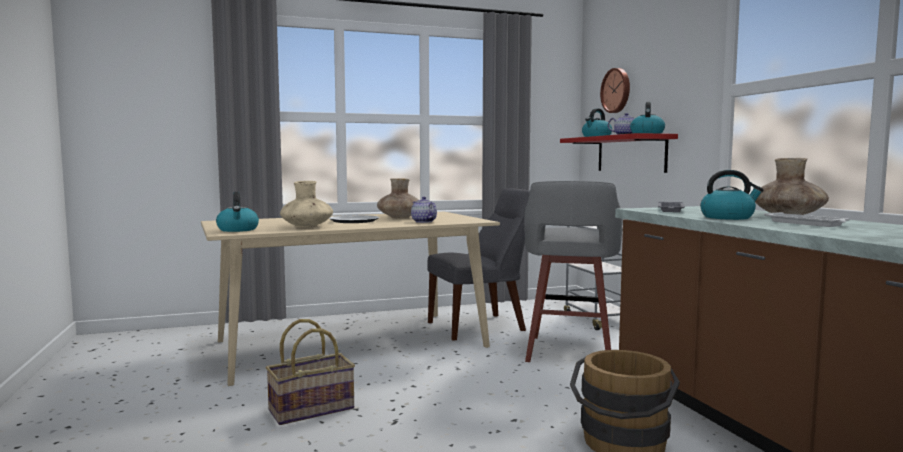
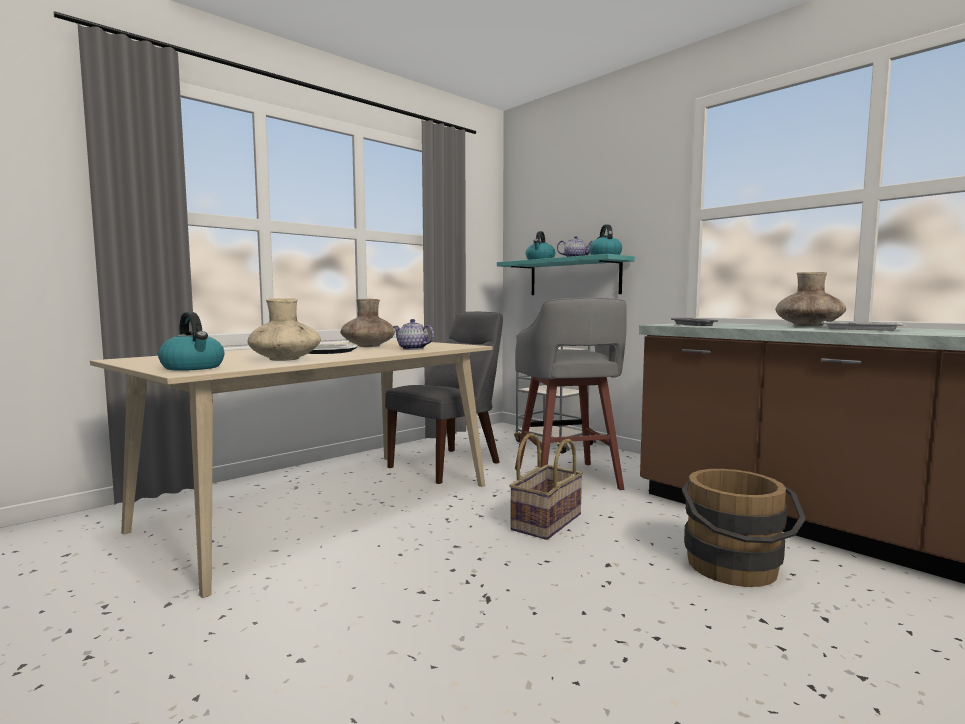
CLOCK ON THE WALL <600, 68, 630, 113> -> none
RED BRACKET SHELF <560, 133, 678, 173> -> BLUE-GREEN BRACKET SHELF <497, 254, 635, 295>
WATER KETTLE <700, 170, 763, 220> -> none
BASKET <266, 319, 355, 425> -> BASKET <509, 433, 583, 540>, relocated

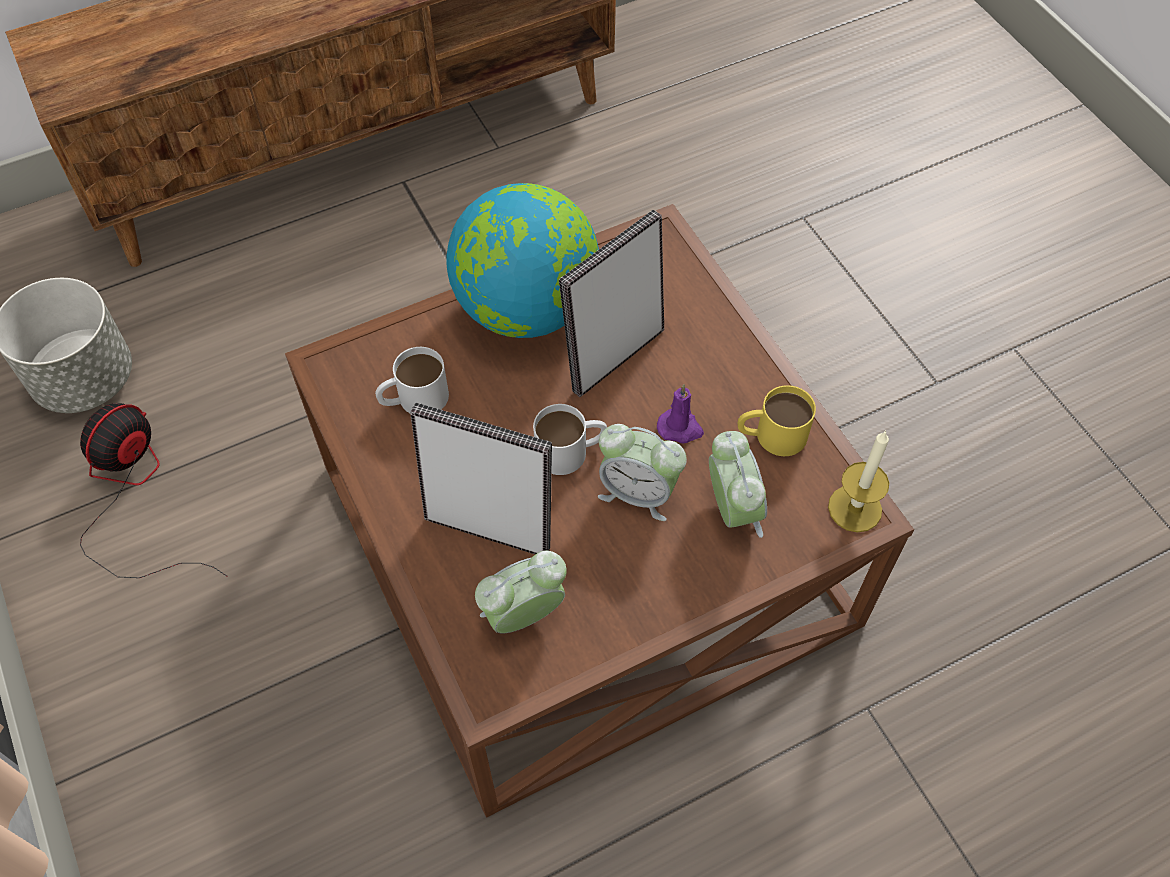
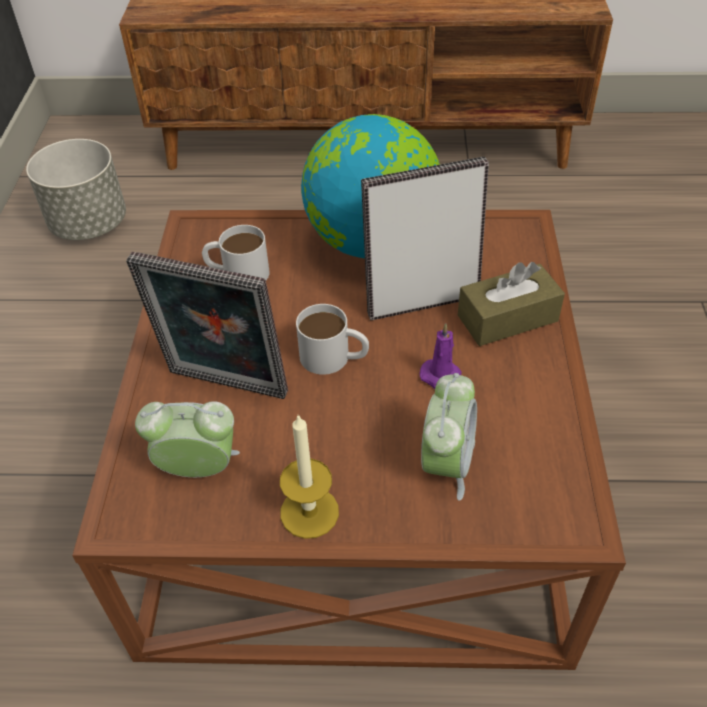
YELLOWISH COFFEE MUG <738, 385, 816, 456> -> none
FAN <80, 403, 227, 578> -> none
PICTURE FRAME <410, 403, 552, 554> -> PICTURE FRAME <126, 252, 288, 399>, 150 degrees clockwise
BEDSIDE CLOCK <598, 424, 687, 521> -> none
WAX LIGHT <828, 430, 889, 533> -> WAX LIGHT <280, 415, 339, 539>, relocated
none -> BROWN TISSUE BOX <458, 262, 565, 346>

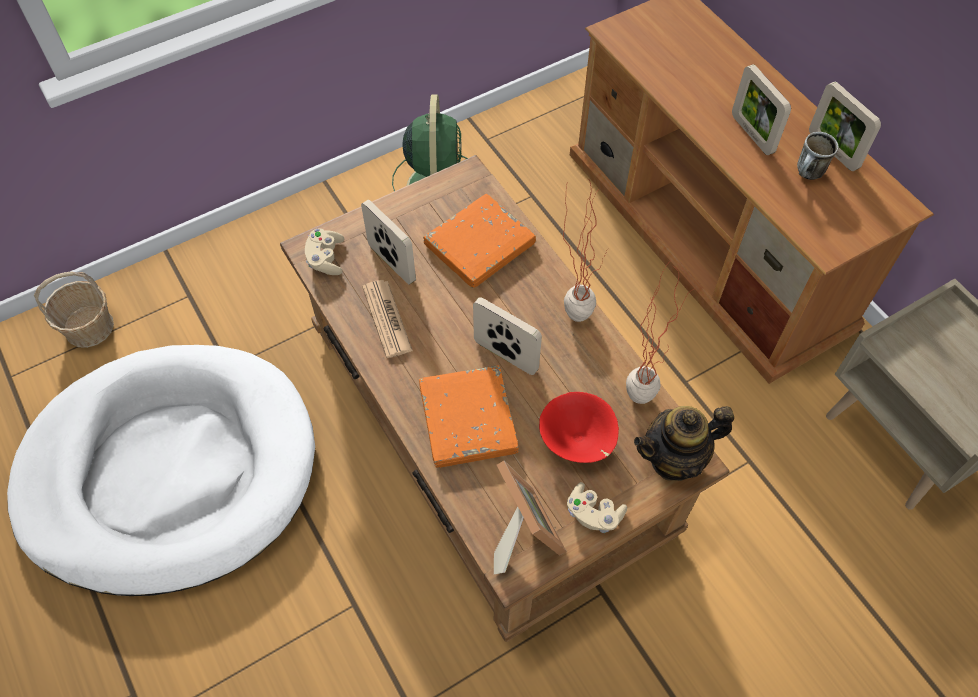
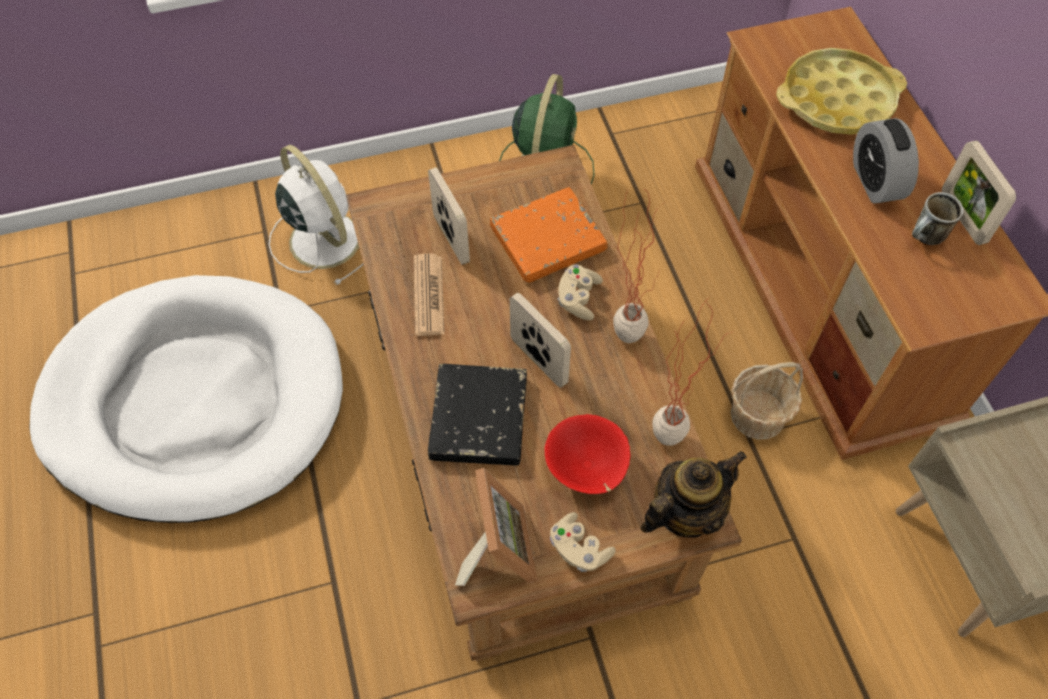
PICTURE FRAME <732, 64, 791, 155> -> BEDSIDE CLOCK <853, 118, 919, 204>
BEIGE-COLOURED GAME CONTROLLER <305, 228, 344, 275> -> BEIGE-COLOURED GAME CONTROLLER <557, 264, 603, 320>, relocated
BASKET <34, 271, 114, 348> -> BASKET <731, 362, 803, 440>, relocated
ORANGEY BOUND BOOK <419, 365, 519, 468> -> BLACK-COLOURED BOUND BOOK <428, 364, 527, 465>
TEAPOT <634, 406, 734, 481> -> TEAPOT <640, 451, 747, 537>, 150 degrees clockwise
none -> YELLOWISH TRAY <776, 48, 907, 135>
none -> WHITISH FAN <269, 145, 364, 285>

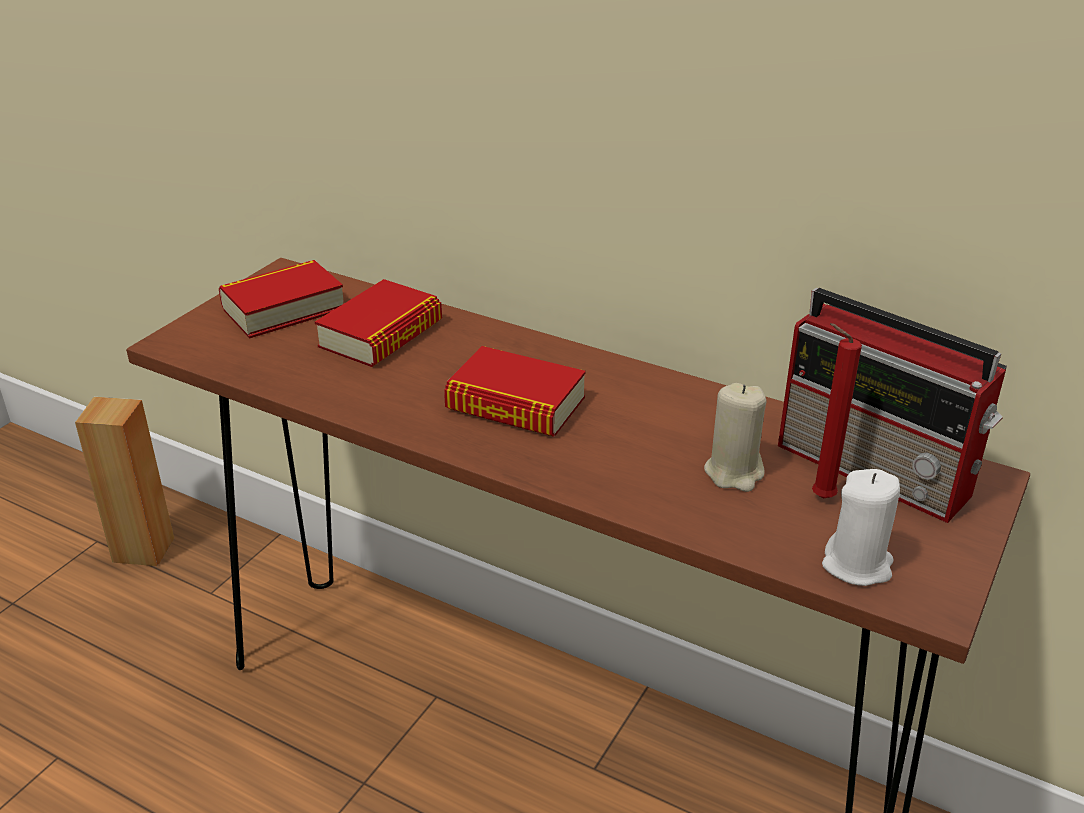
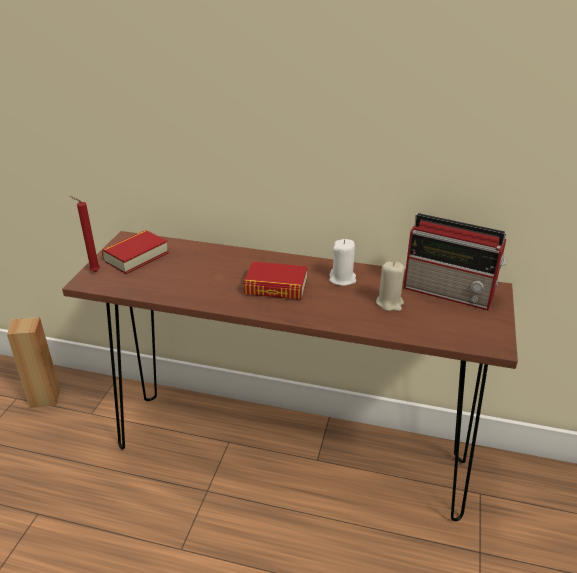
BOUND BOOK <315, 279, 442, 367> -> none
RED WAX LIGHT <812, 323, 862, 498> -> RED WAX LIGHT <70, 196, 100, 272>, relocated
WHITISH WAX LIGHT <822, 469, 900, 586> -> WHITISH WAX LIGHT <329, 239, 356, 286>, relocated

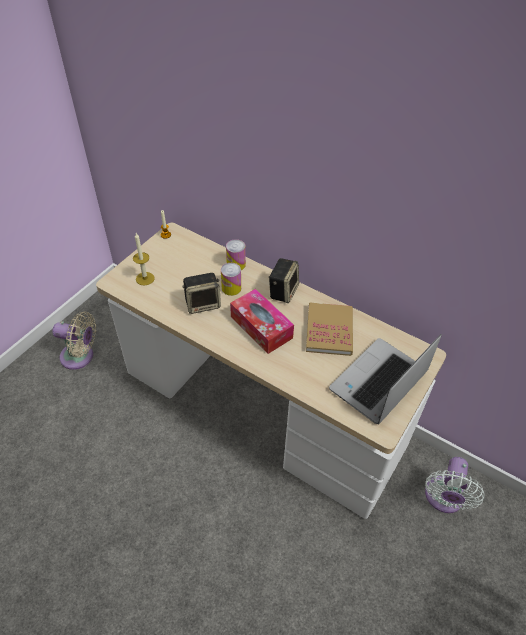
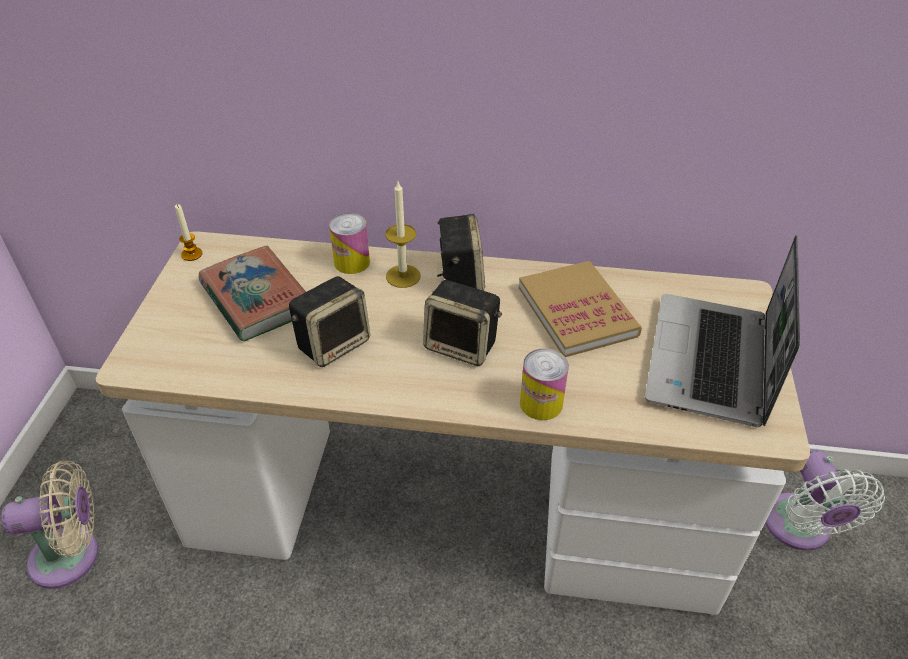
WAX LIGHT <133, 233, 155, 285> -> WAX LIGHT <385, 182, 421, 288>, relocated
SEALED CAN <221, 263, 241, 296> -> SEALED CAN <520, 348, 569, 420>, relocated
TISSUE BOX <230, 289, 294, 354> -> AUDIO SPEAKER <423, 280, 502, 366>
none -> BOUND BOOK <199, 246, 306, 342>

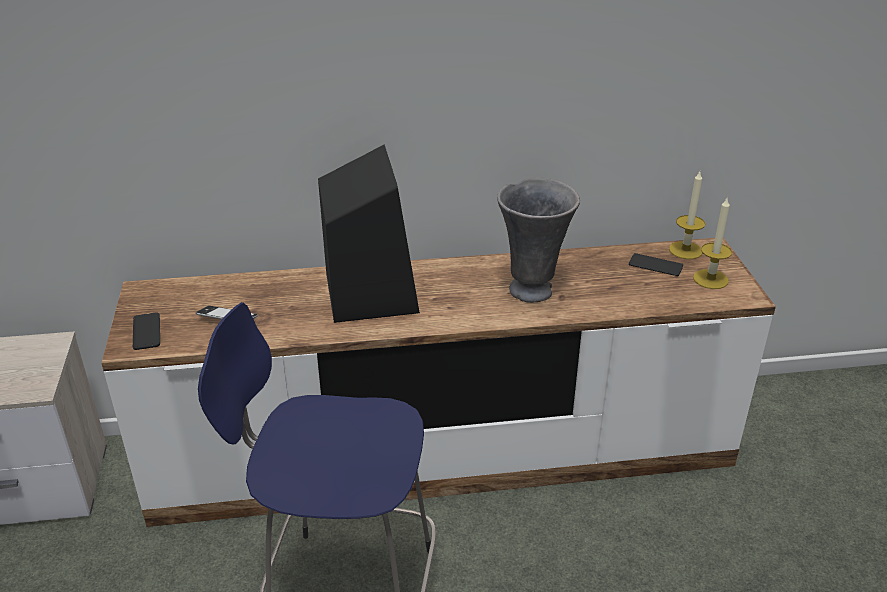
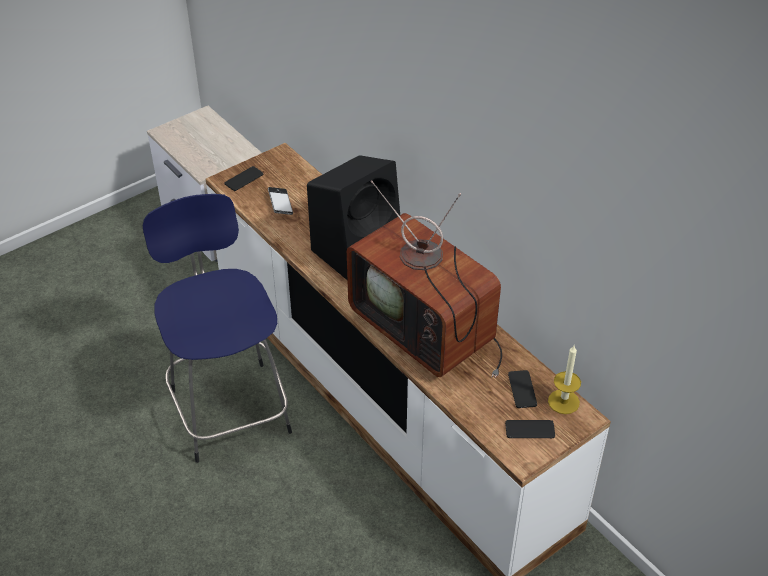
GREYISH VASE <497, 178, 580, 303> -> TV SET <347, 181, 502, 378>
WAX LIGHT <693, 197, 732, 289> -> HANDSET <505, 420, 555, 438>

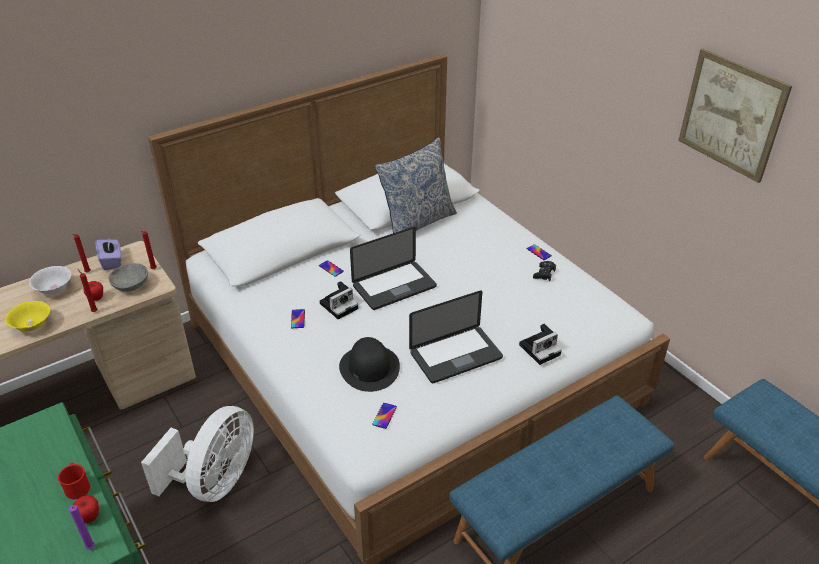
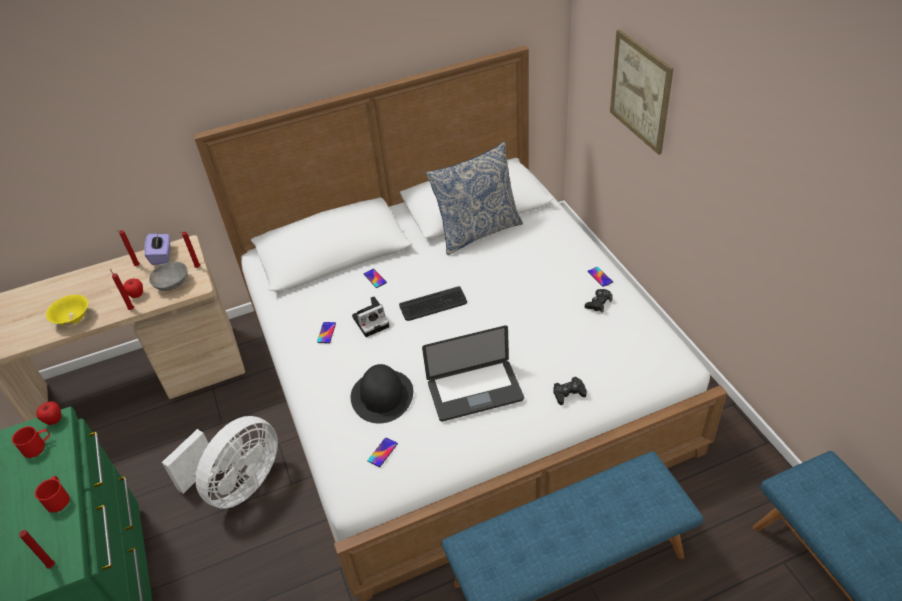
PICTURE <678, 49, 792, 183> -> PICTURE <610, 29, 674, 155>, relocated
NOTEBOOK COMPUTER <350, 227, 437, 310> -> COMPUTER KEYBOARD <399, 286, 467, 321>
WHITISH SERVING BOWL <29, 266, 71, 294> -> none
PHOTO CAMERA <519, 324, 562, 365> -> BLACK-COLOURED GAME CONTROLLER <553, 377, 587, 405>
APPLE <73, 495, 99, 523> -> APPLE <36, 401, 61, 425>, relocated
PURPLE-COLOURED WAX LIGHT <69, 505, 95, 550> -> RED WAX LIGHT <19, 530, 55, 568>
none -> RED COFFEE MUG <12, 426, 50, 458>

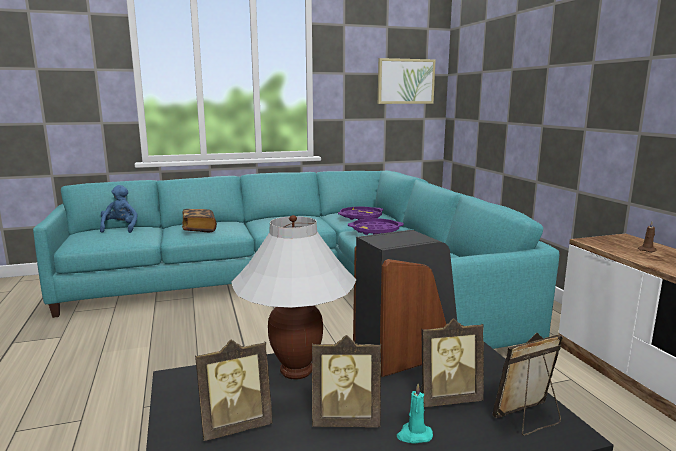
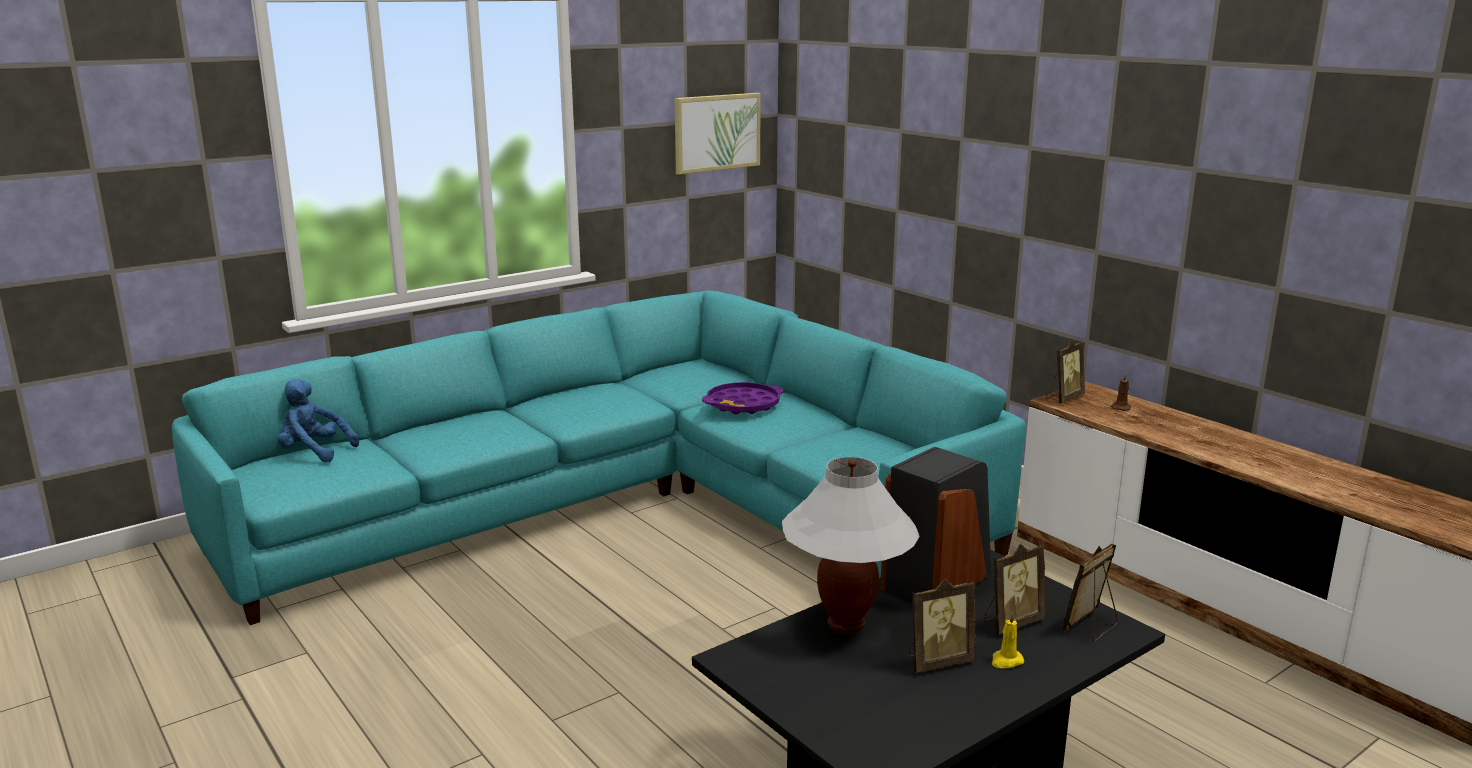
BLUISH SOFT TOY <100, 185, 138, 233> -> BLUISH SOFT TOY <278, 379, 359, 462>, 45 degrees counterclockwise
PURPLE-COLOURED TRAY <338, 207, 383, 220> -> none
BOUND BOOK <182, 209, 217, 232> -> none
PICTURE FRAME <195, 340, 273, 441> -> PICTURE FRAME <1046, 340, 1085, 404>, relocated
BLUE-GREEN WAX LIGHT <397, 383, 433, 444> -> YELLOWISH WAX LIGHT <992, 612, 1024, 668>

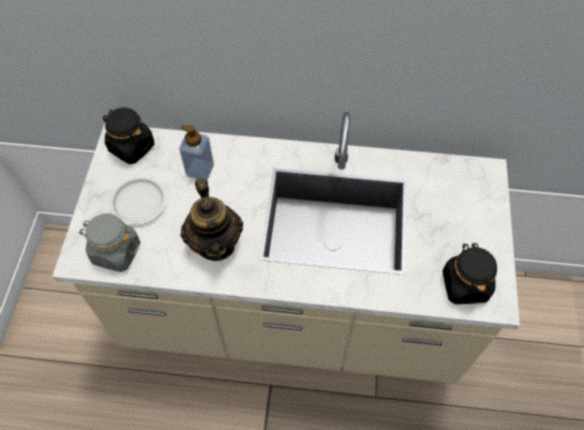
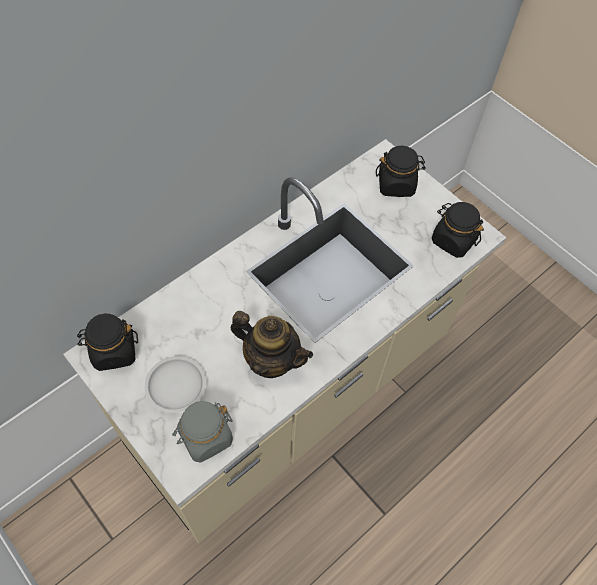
SOAP BOTTLE <179, 125, 214, 179> -> none
none -> BLACK-COLOURED PRESERVE JAR <376, 146, 426, 197>

